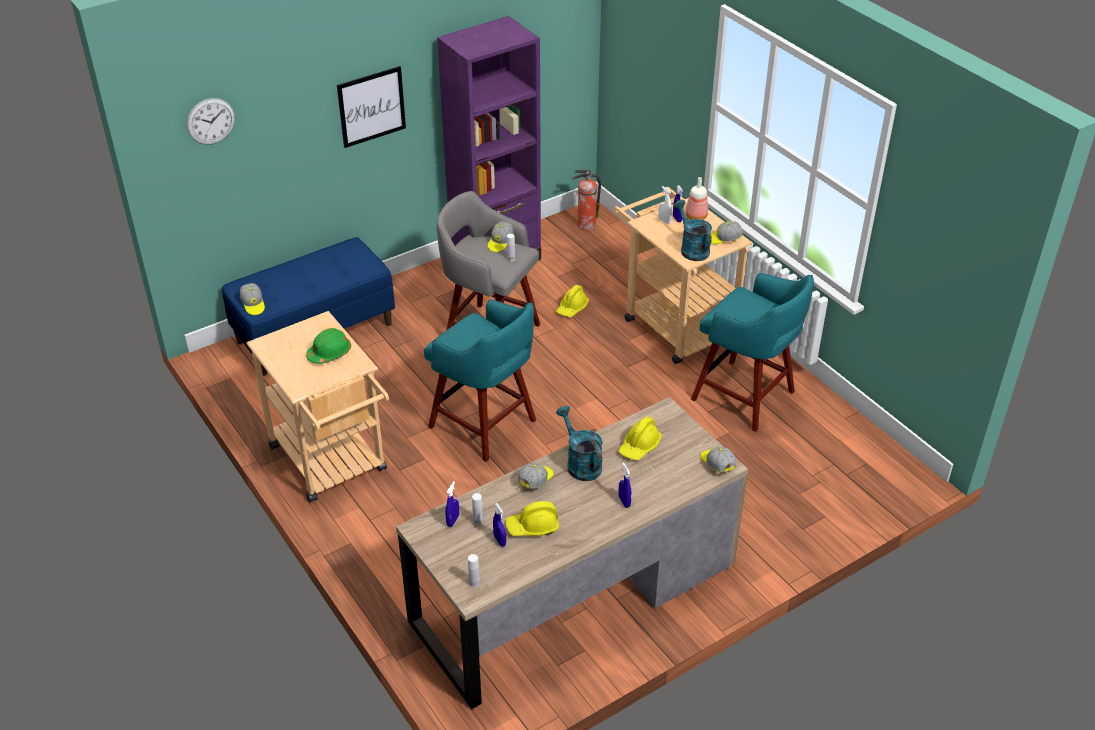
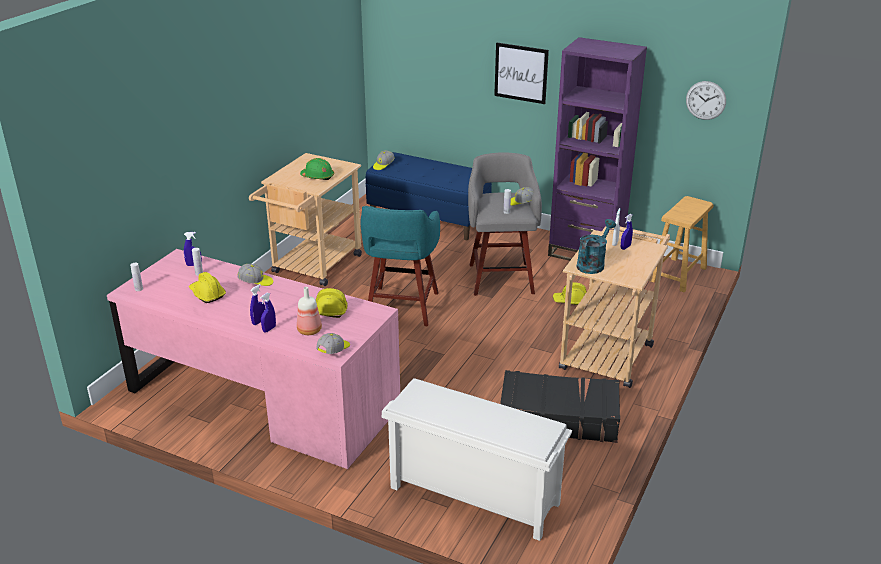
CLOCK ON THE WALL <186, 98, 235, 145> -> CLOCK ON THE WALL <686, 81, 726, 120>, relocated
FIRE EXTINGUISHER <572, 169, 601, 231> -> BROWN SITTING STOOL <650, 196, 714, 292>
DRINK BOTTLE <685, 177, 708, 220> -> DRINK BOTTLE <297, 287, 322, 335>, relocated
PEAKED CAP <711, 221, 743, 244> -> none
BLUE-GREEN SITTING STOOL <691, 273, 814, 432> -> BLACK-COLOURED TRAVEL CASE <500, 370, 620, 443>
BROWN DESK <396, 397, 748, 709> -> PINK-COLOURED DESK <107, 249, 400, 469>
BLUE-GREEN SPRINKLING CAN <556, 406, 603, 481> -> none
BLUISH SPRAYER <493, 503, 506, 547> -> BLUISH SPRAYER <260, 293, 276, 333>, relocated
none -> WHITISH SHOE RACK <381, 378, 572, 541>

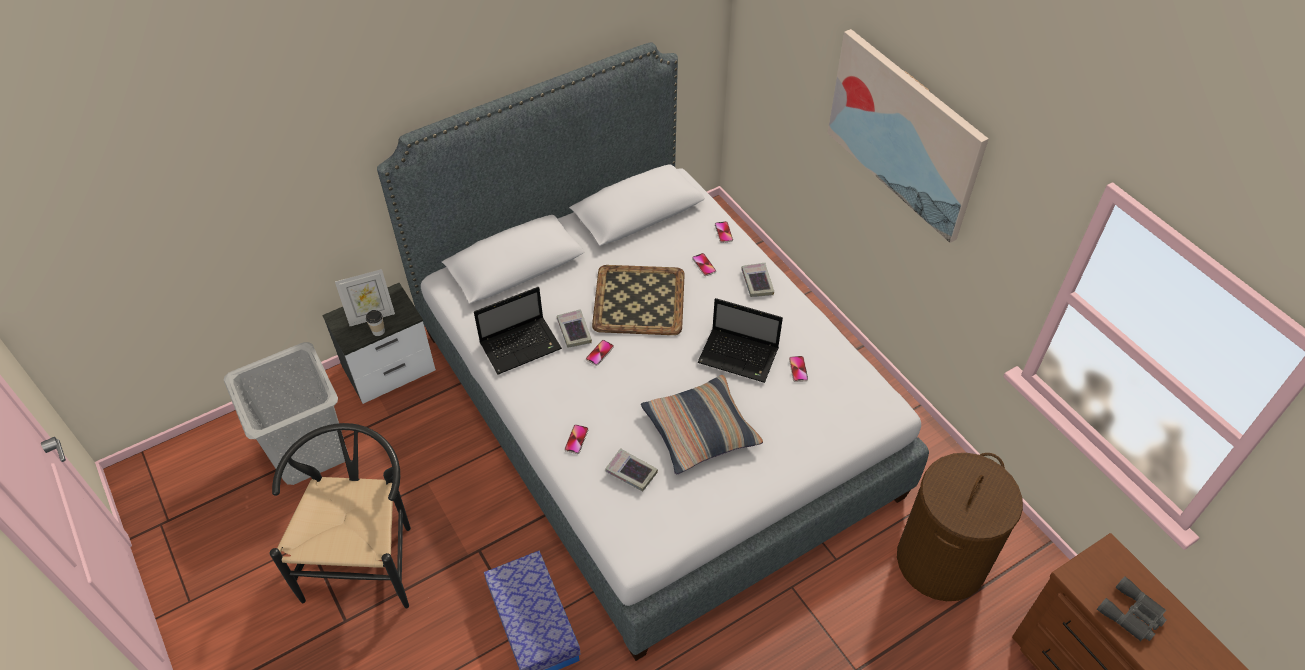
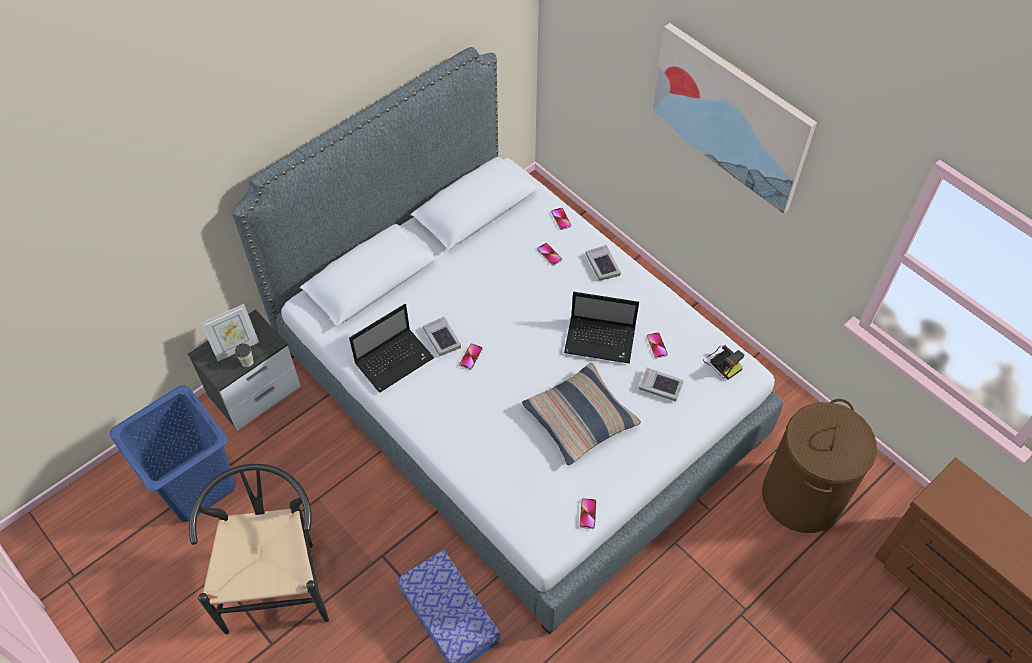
TRAY <592, 265, 685, 335> -> none
GREYISH WASHING BASKET <224, 342, 348, 485> -> BLUISH WASHING BASKET <109, 385, 236, 522>
HANDSET <564, 424, 589, 454> -> HANDSET <579, 498, 597, 529>, relocated
BOUND BOOK <605, 448, 658, 492> -> BOUND BOOK <639, 367, 684, 402>, relocated
GREYISH PAIR OF BINOCULARS <1097, 576, 1166, 641> -> none
none -> PHOTO CAMERA <703, 345, 745, 380>

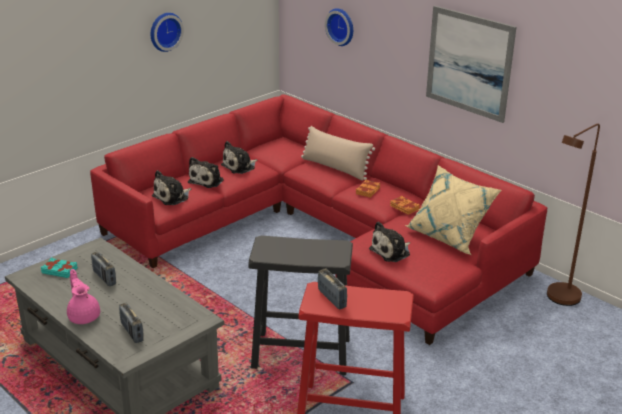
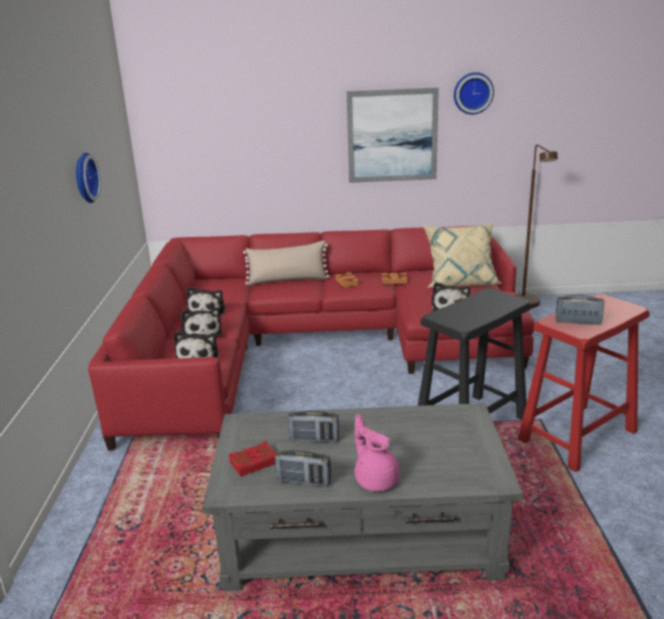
CLOCK ON THE WALL <325, 8, 353, 46> -> CLOCK ON THE WALL <454, 72, 494, 114>, relocated
BLUE-GREEN BOUND BOOK <41, 258, 77, 278> -> RED BOUND BOOK <229, 441, 276, 477>
PINK-COLOURED TEAPOT <67, 269, 100, 324> -> PINK-COLOURED TEAPOT <355, 414, 400, 491>, 45 degrees clockwise
RADIO RECEIVER <119, 303, 144, 343> -> RADIO RECEIVER <275, 450, 331, 487>, relocated

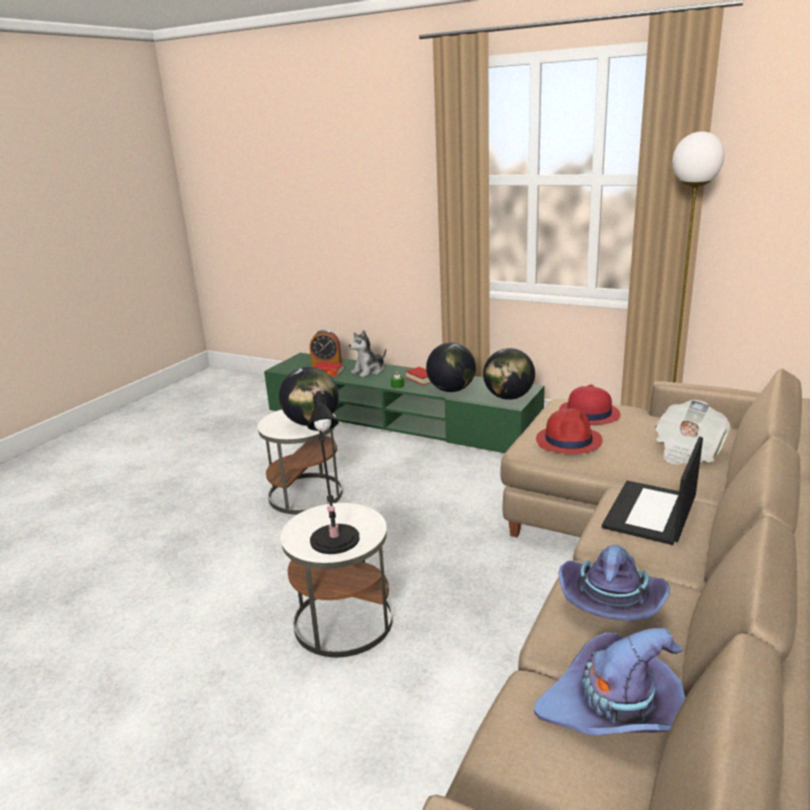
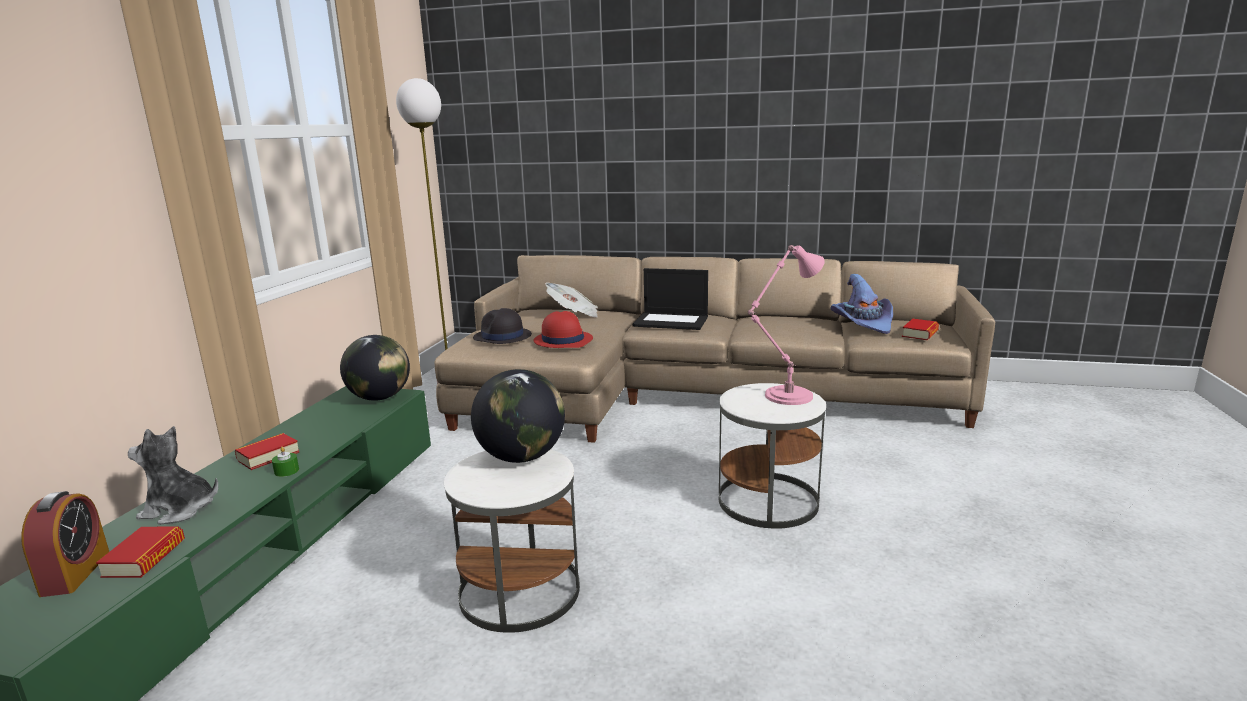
SOFT TOY <349, 330, 386, 377> -> SOFT TOY <128, 426, 218, 525>, 150 degrees clockwise
WORLD GLOBE <426, 343, 476, 392> -> none
RED WEARABLE HAT <559, 384, 620, 425> -> BLACK-COLOURED WEARABLE HAT <473, 308, 532, 344>
BLACK-COLOURED LAMP FOR A TABLE <307, 388, 360, 554> -> PINK-COLOURED LAMP FOR A TABLE <748, 245, 825, 405>
PURPLE-COLOURED WEARABLE HAT <558, 545, 670, 621> -> none
none -> BOUND BOOK <902, 319, 939, 340>

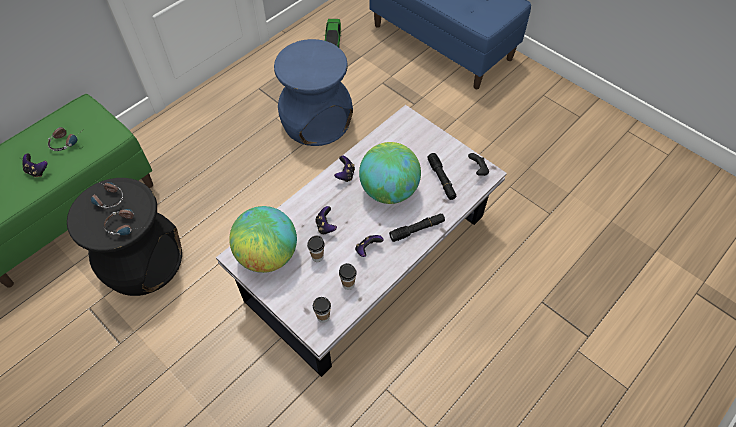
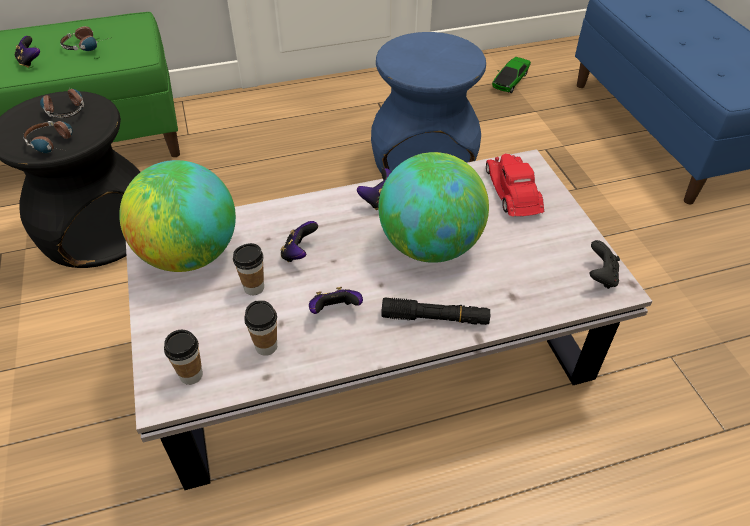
BLACK-COLOURED FLASHLIGHT <427, 153, 456, 200> -> none
none -> RED TOY CAR <486, 153, 544, 217>

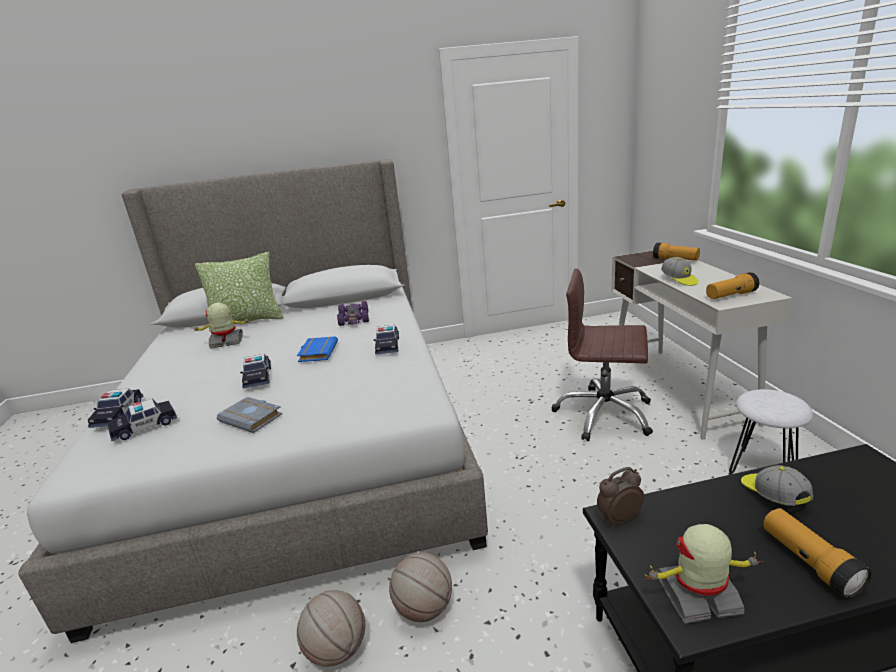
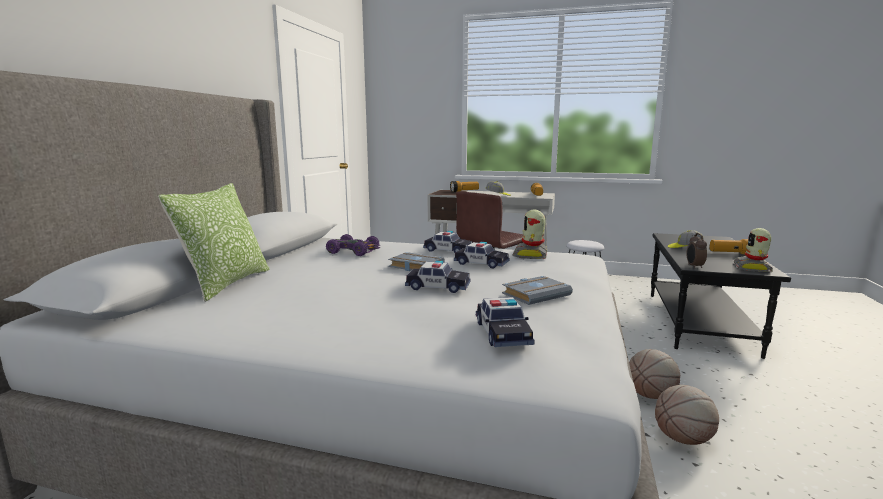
ROBOT FIGURE <195, 303, 249, 349> -> ROBOT FIGURE <512, 210, 547, 259>, relocated
BLUISH BOUND BOOK <297, 336, 338, 362> -> GREYISH BOUND BOOK <388, 252, 445, 271>
TOY CAR <88, 388, 143, 428> -> TOY CAR <454, 242, 510, 268>, relocated

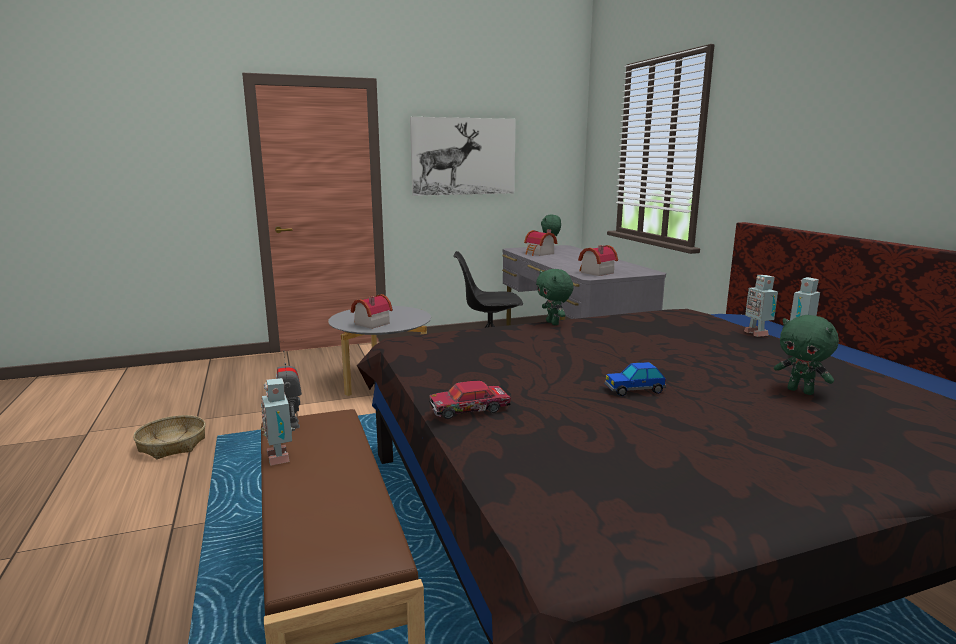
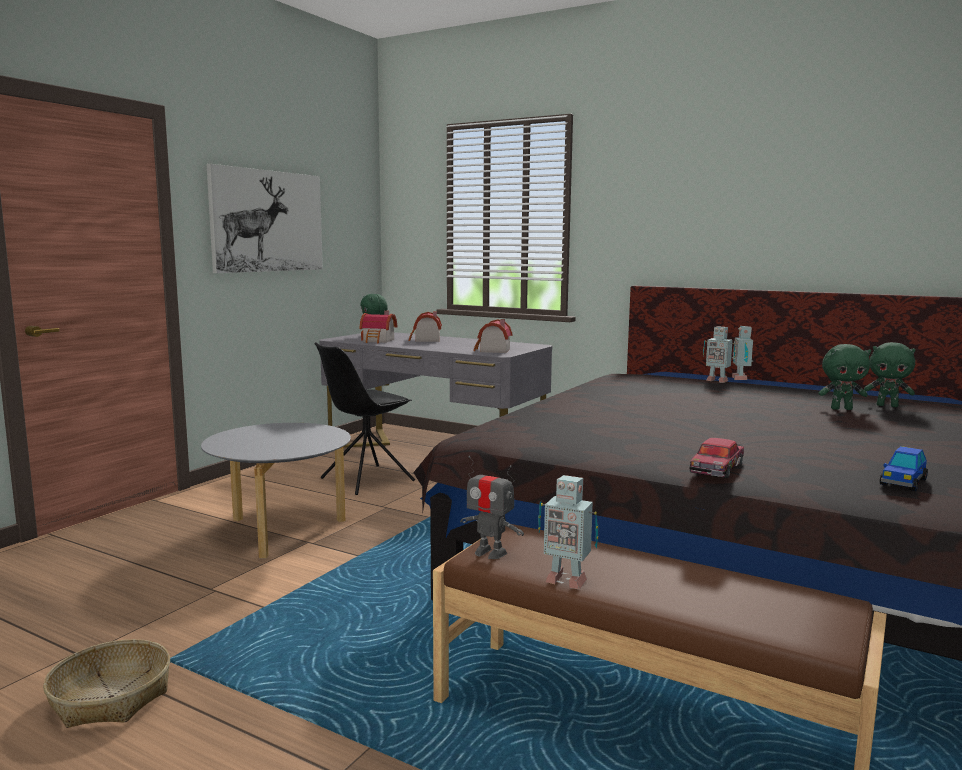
GREENISH SOFT TOY <536, 269, 573, 325> -> GREENISH SOFT TOY <864, 342, 916, 407>, relocated
TOY HOUSE <351, 294, 393, 329> -> TOY HOUSE <409, 311, 442, 342>, relocated
TOY CAR <604, 362, 666, 396> -> TOY CAR <880, 446, 928, 491>, relocated

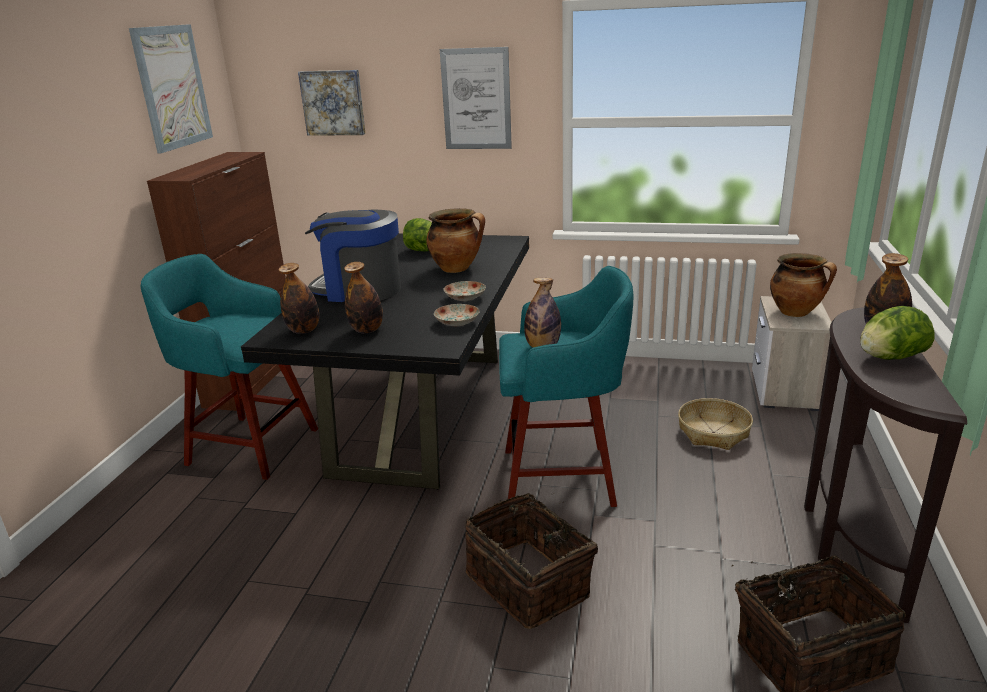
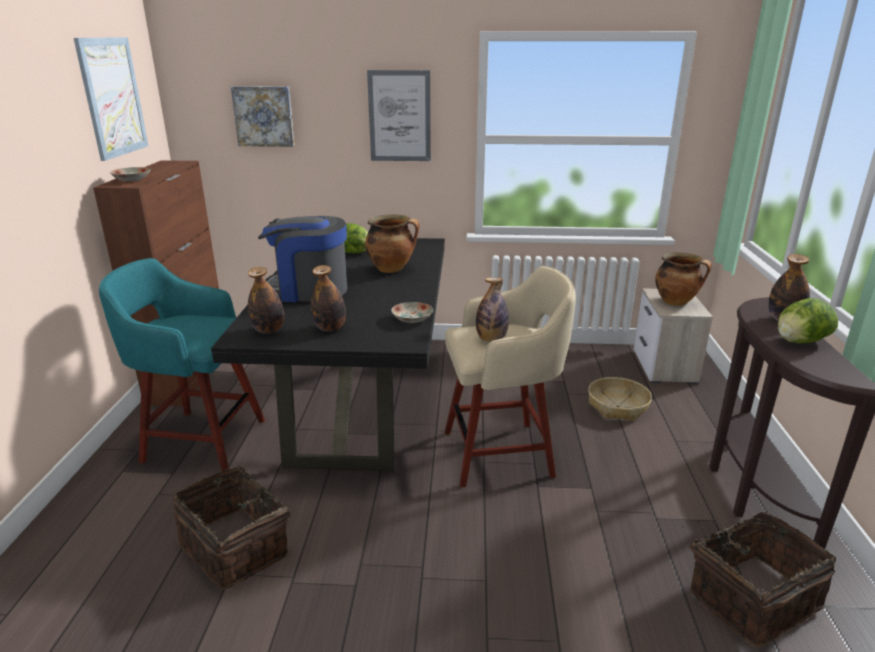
BLUE-GREEN SITTING STOOL <499, 266, 633, 507> -> BEIGE-COLOURED SITTING STOOL <445, 266, 576, 487>
DINNER PLATE <444, 281, 486, 301> -> DINNER PLATE <110, 167, 151, 182>, relocated
BASKET <465, 493, 598, 629> -> BASKET <173, 466, 291, 589>, relocated

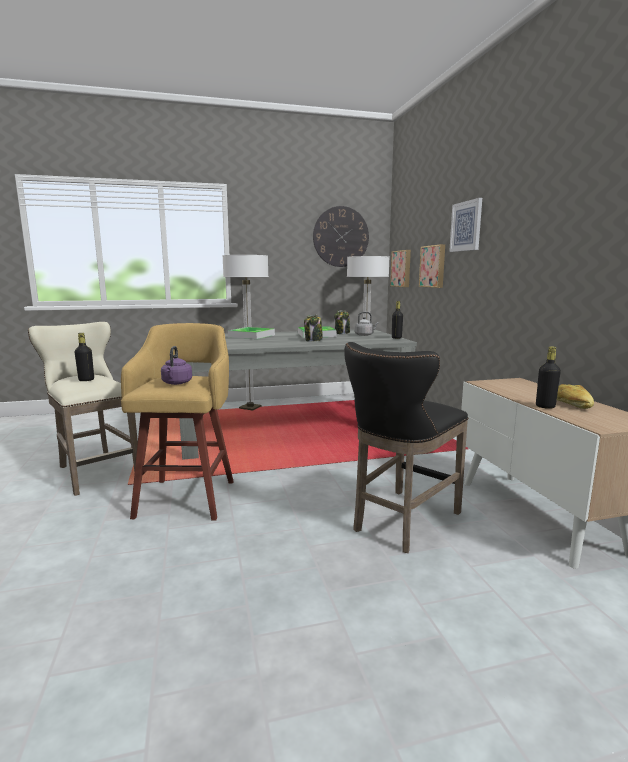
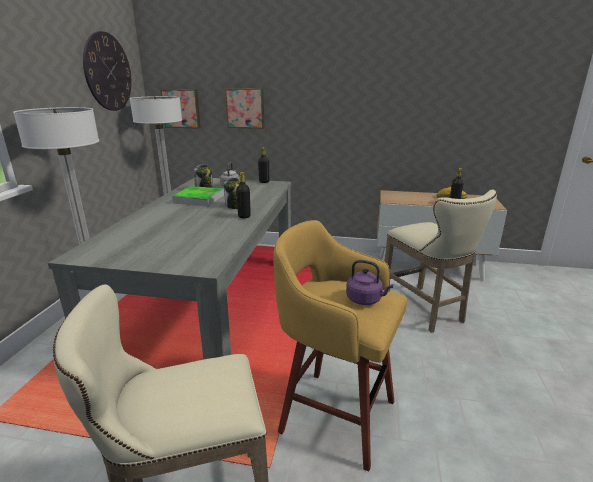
PICTURE <449, 198, 482, 252> -> none
TRAY <228, 327, 275, 339> -> none
BLACK-COLOURED DRINK BOTTLE <75, 333, 94, 381> -> BLACK-COLOURED DRINK BOTTLE <236, 172, 251, 219>, relocated
BLACK-COLOURED SITTING STOOL <344, 342, 469, 553> -> BEIGE-COLOURED SITTING STOOL <384, 190, 497, 333>

